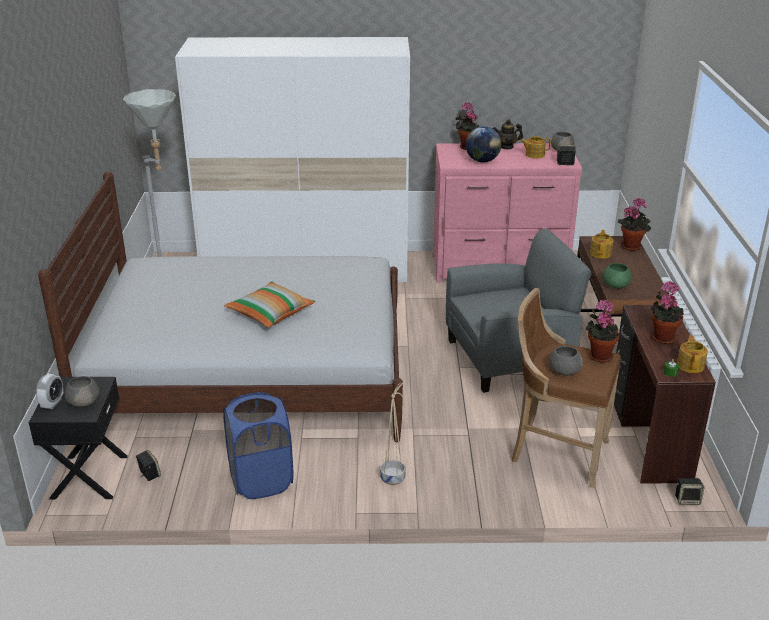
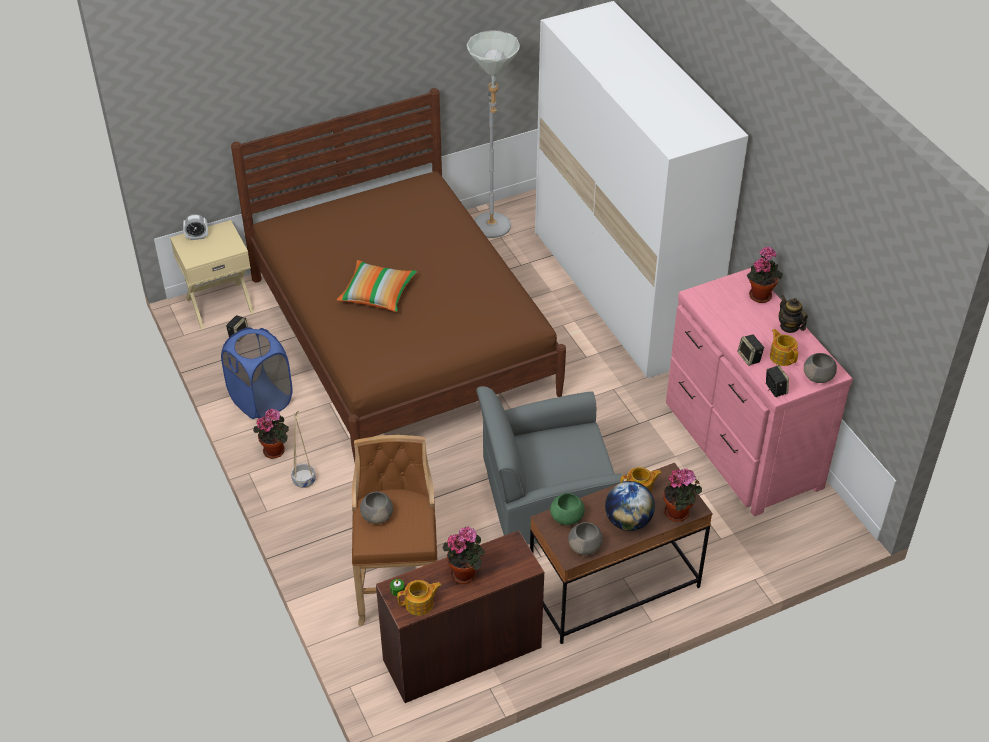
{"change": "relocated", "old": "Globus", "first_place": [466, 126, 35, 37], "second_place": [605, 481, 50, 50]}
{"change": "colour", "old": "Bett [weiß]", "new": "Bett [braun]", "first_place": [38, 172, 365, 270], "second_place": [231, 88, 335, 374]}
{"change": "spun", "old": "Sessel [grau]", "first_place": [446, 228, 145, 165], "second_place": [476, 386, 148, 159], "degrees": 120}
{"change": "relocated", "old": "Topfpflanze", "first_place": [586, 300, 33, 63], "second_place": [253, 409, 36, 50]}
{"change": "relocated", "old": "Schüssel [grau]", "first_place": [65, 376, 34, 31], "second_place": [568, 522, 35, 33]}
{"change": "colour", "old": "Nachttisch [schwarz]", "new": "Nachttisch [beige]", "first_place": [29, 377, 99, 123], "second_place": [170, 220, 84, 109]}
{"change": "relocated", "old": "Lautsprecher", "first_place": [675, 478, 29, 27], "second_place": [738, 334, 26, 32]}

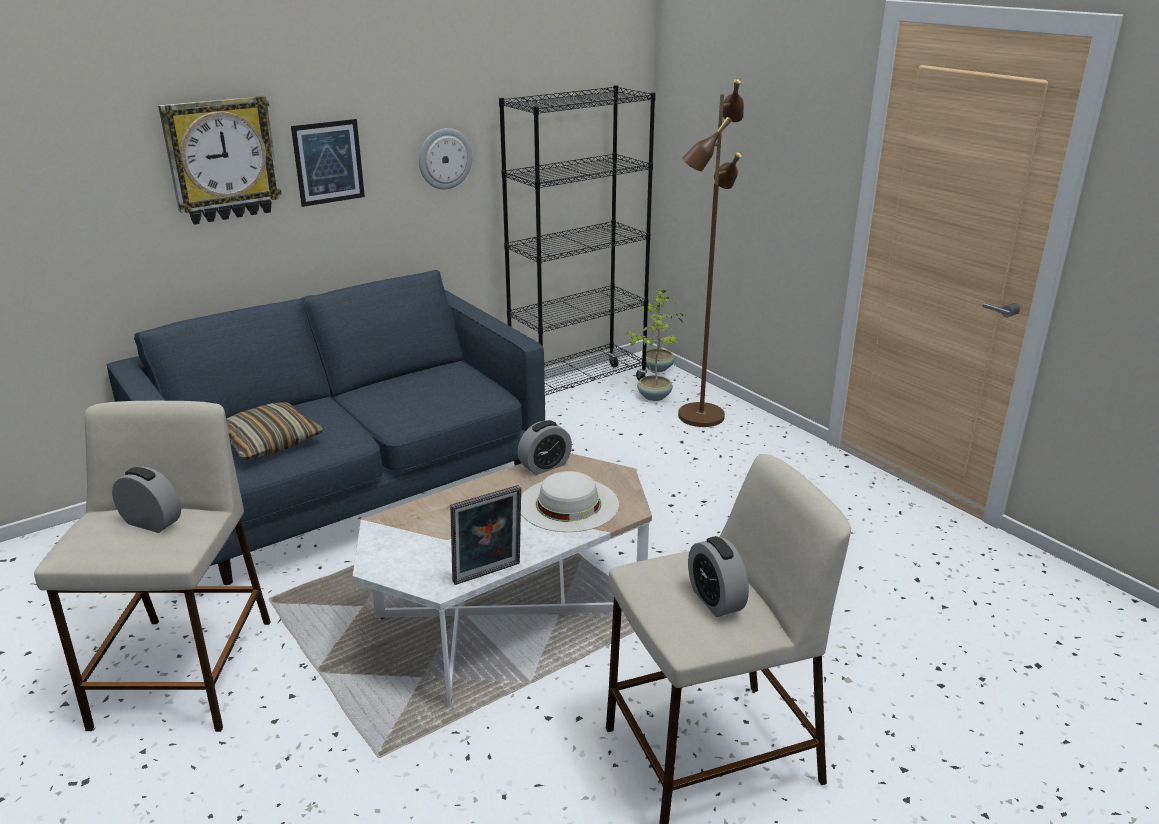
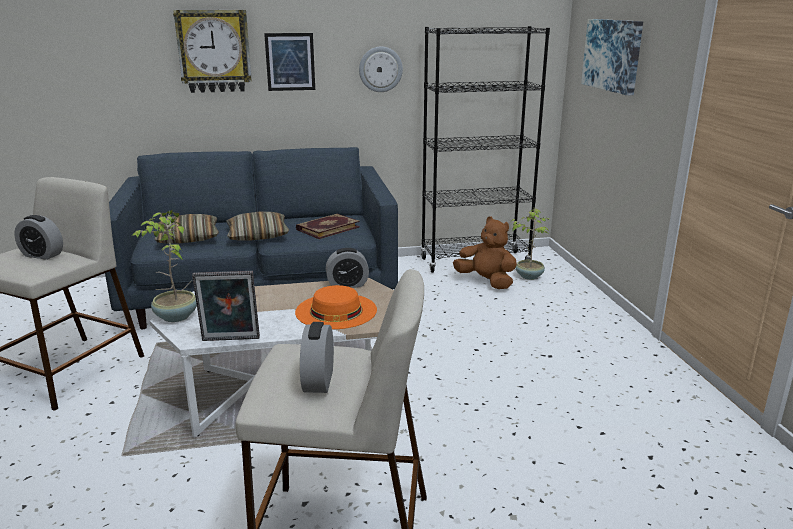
{"change": "missing", "old": "Stehlampe [braun]", "first_place": [678, 78, 66, 349]}
{"change": "relocated", "old": "Topfpflanze", "first_place": [640, 288, 46, 84], "second_place": [131, 210, 66, 112]}
{"change": "spun", "old": "Wecker", "first_place": [112, 466, 69, 67], "second_place": [14, 215, 49, 45], "degrees": 150}
{"change": "colour", "old": "Hut [weiß]", "new": "Hut [orange]", "first_place": [521, 471, 98, 61], "second_place": [295, 285, 82, 44]}
{"change": "appeared", "new": "Bild", "second_place": [581, 19, 62, 77]}
{"change": "appeared", "new": "Kissen", "second_place": [226, 212, 63, 29]}
{"change": "appeared", "new": "Buch", "second_place": [296, 213, 64, 26]}
{"change": "appeared", "new": "Plüschtier [braun]", "second_place": [453, 217, 64, 72]}

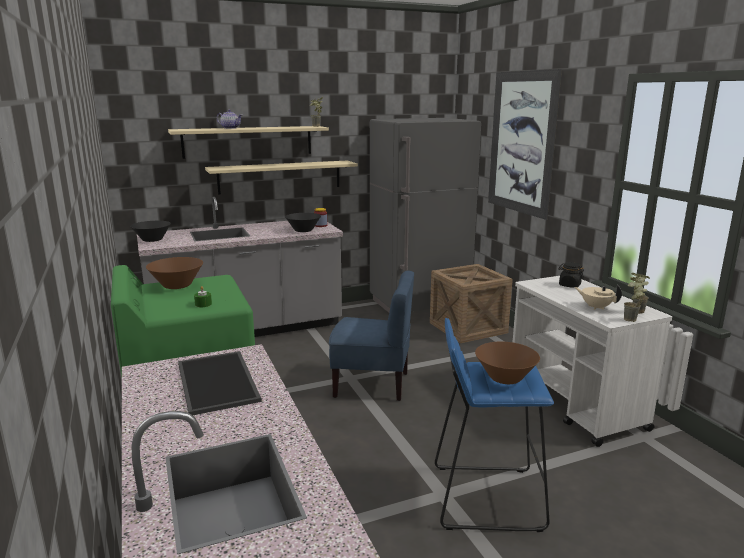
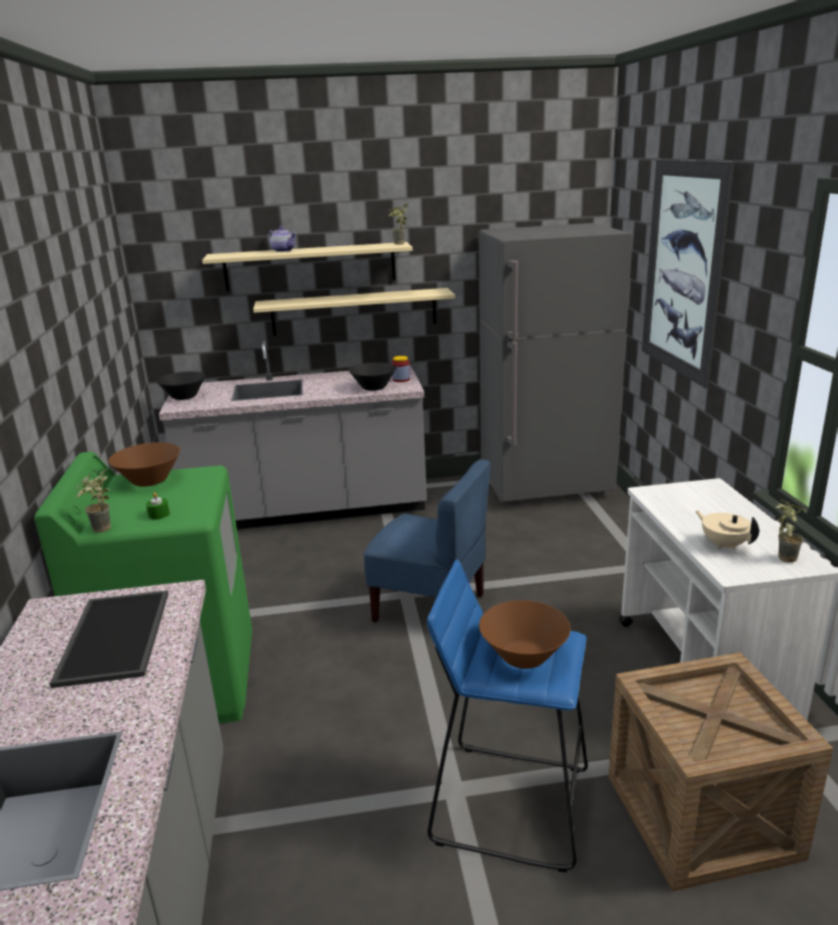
{"change": "missing", "old": "Vorratsglas [schwarz]", "first_place": [558, 262, 26, 26]}
{"change": "relocated", "old": "Kiste", "first_place": [430, 264, 83, 79], "second_place": [608, 652, 225, 240]}
{"change": "relocated", "old": "Topfpflanze", "first_place": [624, 277, 25, 45], "second_place": [75, 468, 36, 65]}

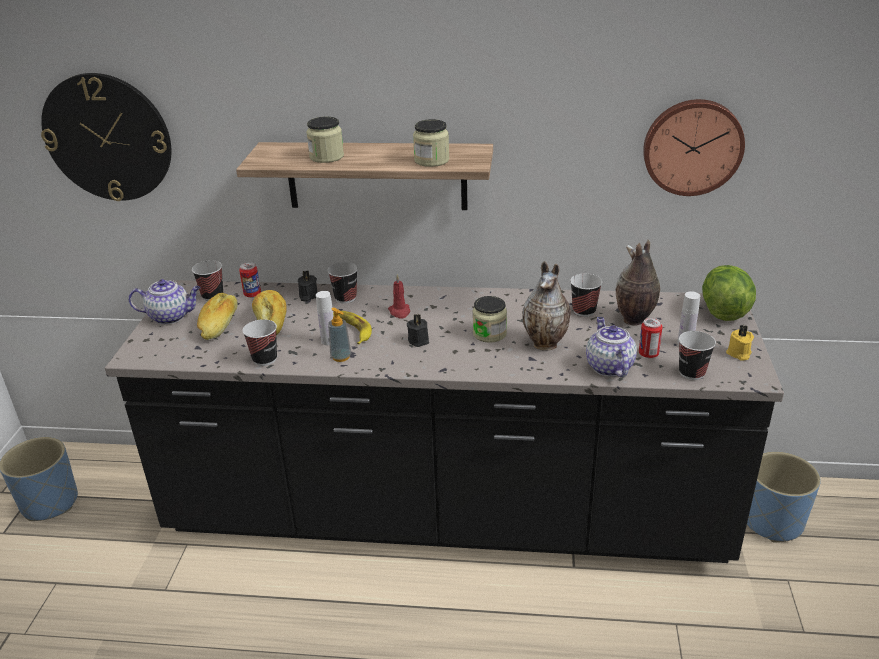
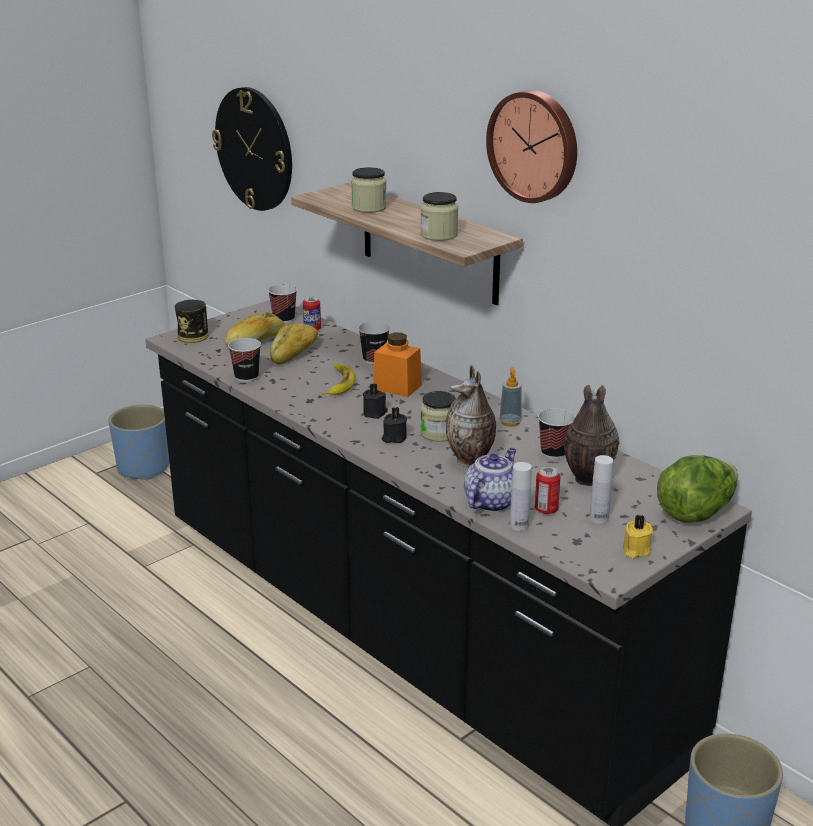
{"change": "relocated", "old": "Wanduhr", "first_place": [643, 99, 102, 97], "second_place": [486, 90, 91, 113]}
{"change": "relocated", "old": "Kerze [schwarz]", "first_place": [298, 270, 20, 31], "second_place": [382, 407, 25, 36]}
{"change": "exchanged", "old": "Kerze [rot]", "new": "Vorratsglas [orange]", "first_place": [388, 274, 22, 45], "second_place": [373, 333, 49, 64]}
{"change": "missing", "old": "Teekanne", "first_place": [128, 279, 73, 45]}
{"change": "relocated", "old": "Flasche [weiß]", "first_place": [316, 291, 18, 54], "second_place": [510, 462, 22, 69]}
{"change": "relocated", "old": "Seifenspender", "first_place": [328, 308, 23, 54], "second_place": [499, 368, 23, 59]}
{"change": "missing", "old": "Tasse", "first_place": [679, 331, 37, 49]}
{"change": "appeared", "new": "Dose", "second_place": [175, 300, 33, 43]}

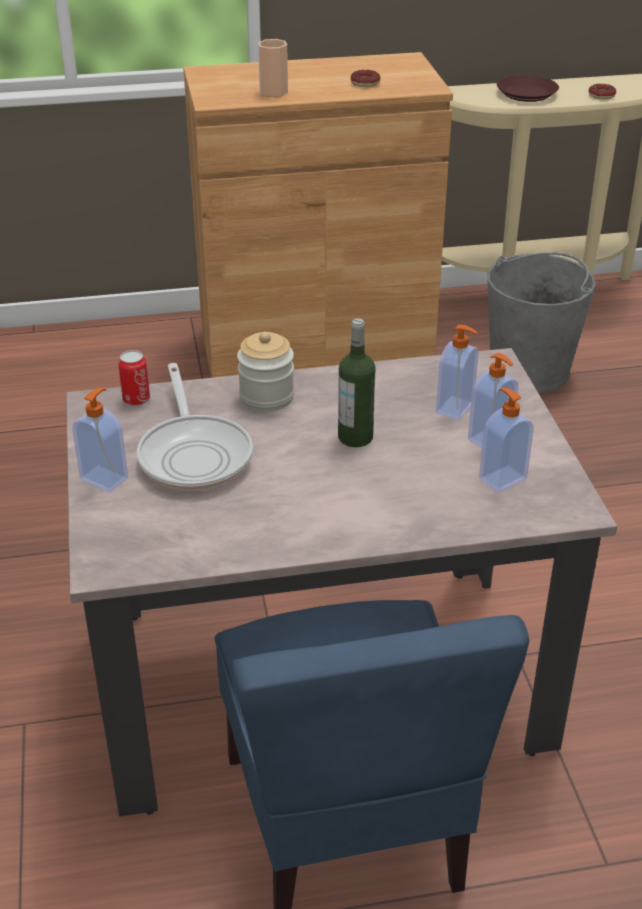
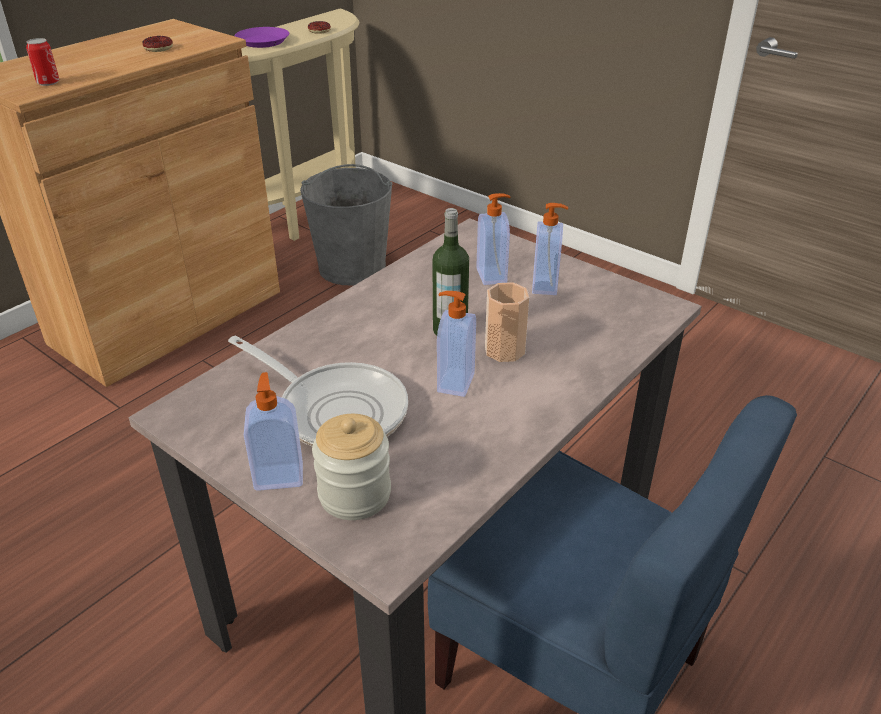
{"change": "relocated", "old": "Tasse", "first_place": [258, 39, 30, 58], "second_place": [485, 282, 44, 80]}
{"change": "colour", "old": "Teller [braun]", "new": "Teller [lila]", "first_place": [497, 75, 62, 27], "second_place": [235, 27, 54, 21]}
{"change": "relocated", "old": "Vorratsglas", "first_place": [237, 332, 57, 79], "second_place": [312, 414, 79, 106]}
{"change": "relocated", "old": "Dose", "first_place": [118, 350, 32, 56], "second_place": [26, 38, 34, 48]}
{"change": "relocated", "old": "Seifenspender", "first_place": [479, 388, 55, 104], "second_place": [437, 291, 39, 106]}

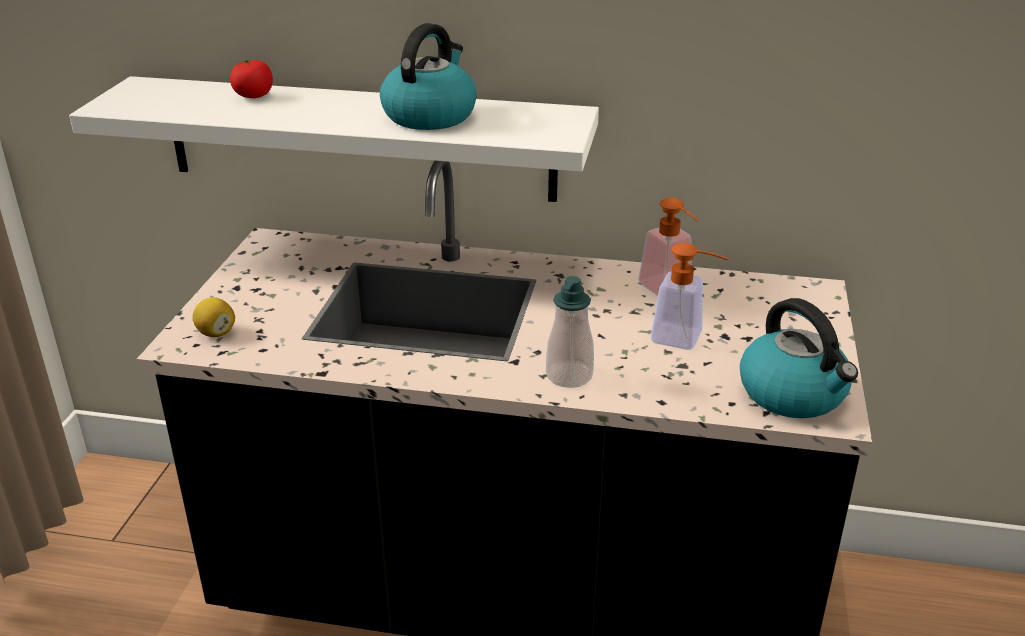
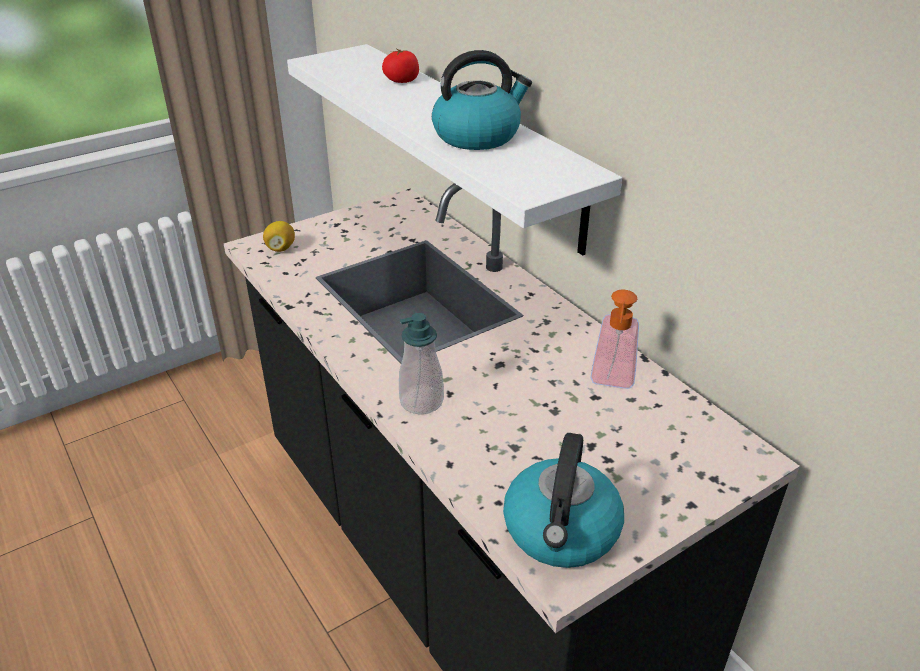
{"change": "missing", "old": "Seifenspender", "first_place": [651, 243, 78, 107]}

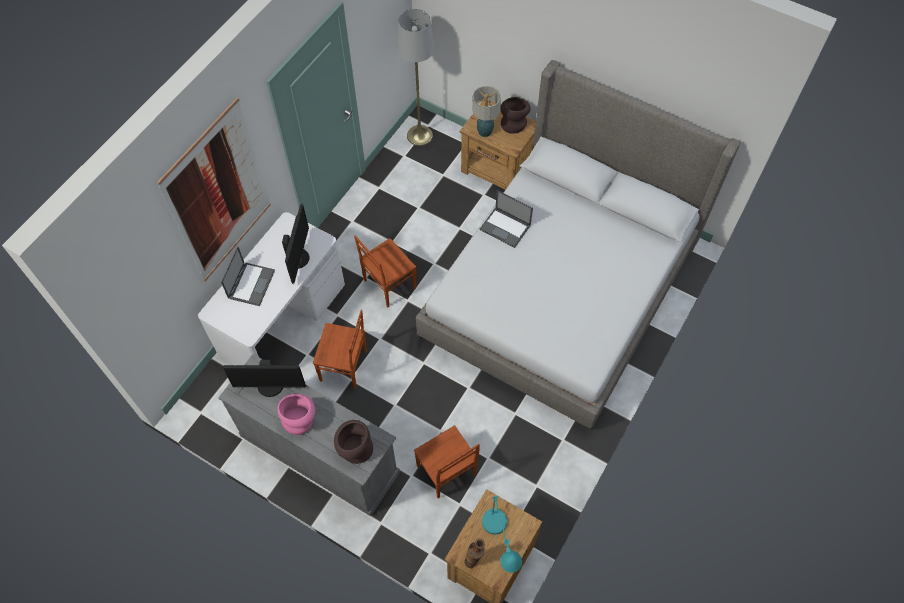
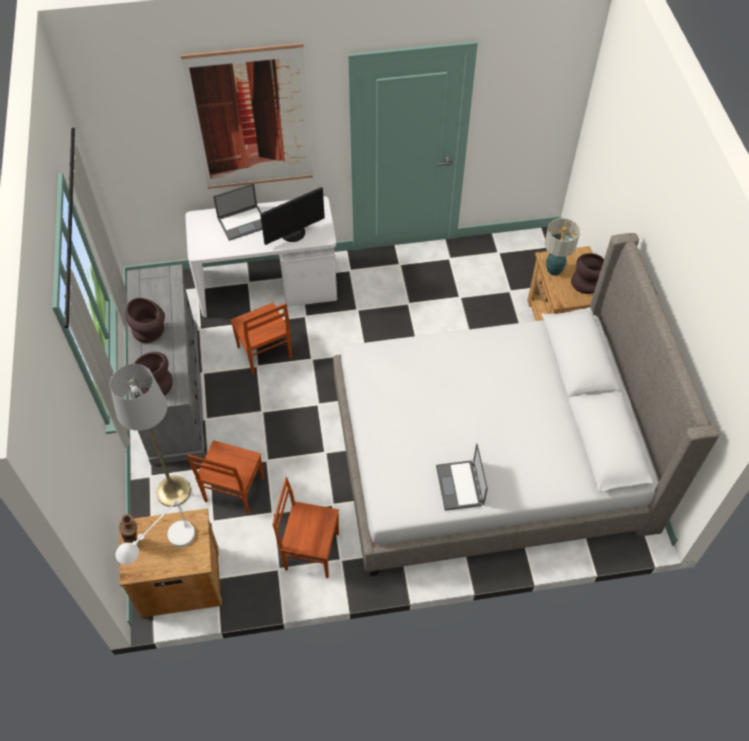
{"change": "relocated", "old": "Stehlampe [grau]", "first_place": [397, 9, 38, 137], "second_place": [110, 364, 81, 143]}
{"change": "relocated", "old": "Laptop", "first_place": [480, 190, 53, 58], "second_place": [436, 443, 52, 68]}
{"change": "relocated", "old": "Stuhl [braun]", "first_place": [354, 235, 62, 72], "second_place": [272, 477, 67, 101]}
{"change": "missing", "old": "Monitor", "first_place": [223, 360, 83, 37]}
{"change": "colour", "old": "Vase [rosa]", "new": "Vase [braun]", "first_place": [277, 394, 38, 41], "second_place": [125, 298, 40, 45]}
{"change": "colour", "old": "Tischlampe [türkis]", "new": "Tischlampe [weiß]", "first_place": [482, 496, 40, 77], "second_place": [116, 499, 79, 65]}

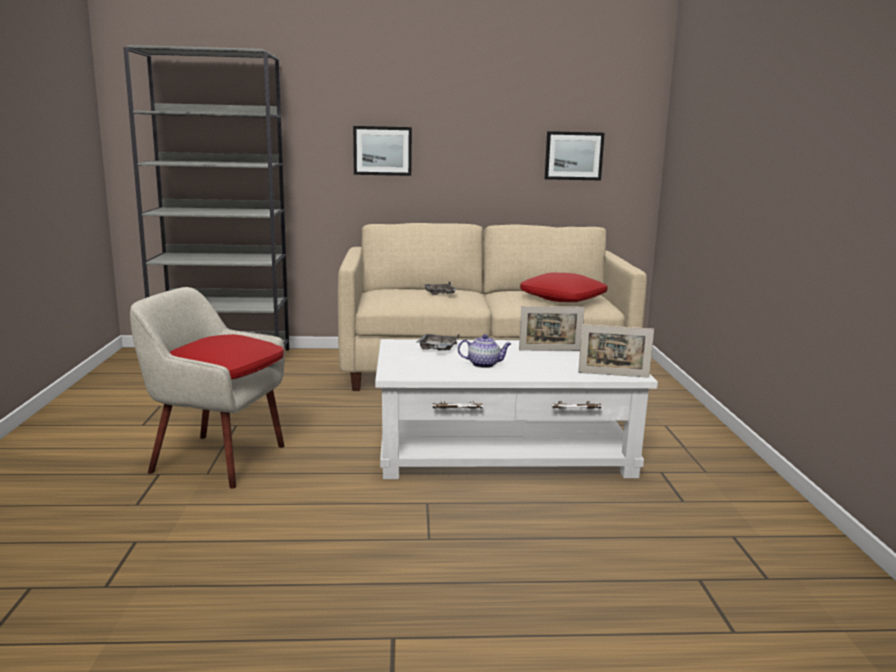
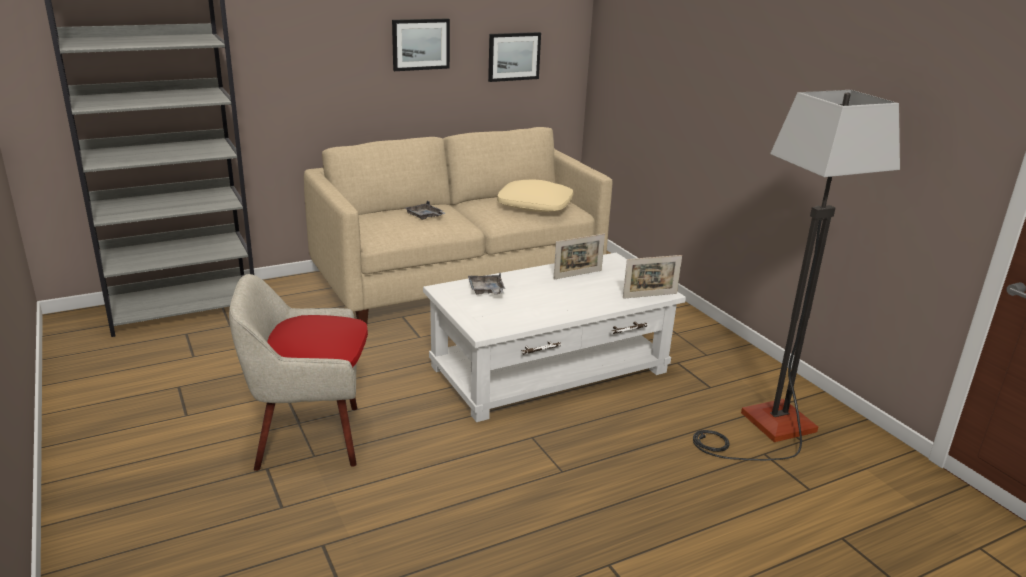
{"change": "relocated", "old": "Bild", "first_place": [353, 126, 59, 50], "second_place": [392, 18, 58, 53]}
{"change": "colour", "old": "Kissen [rot]", "new": "Kissen [beige]", "first_place": [520, 272, 88, 30], "second_place": [497, 179, 76, 33]}
{"change": "missing", "old": "Teekanne", "first_place": [458, 334, 53, 34]}
{"change": "appeared", "new": "Stehlampe", "second_place": [693, 90, 207, 371]}

